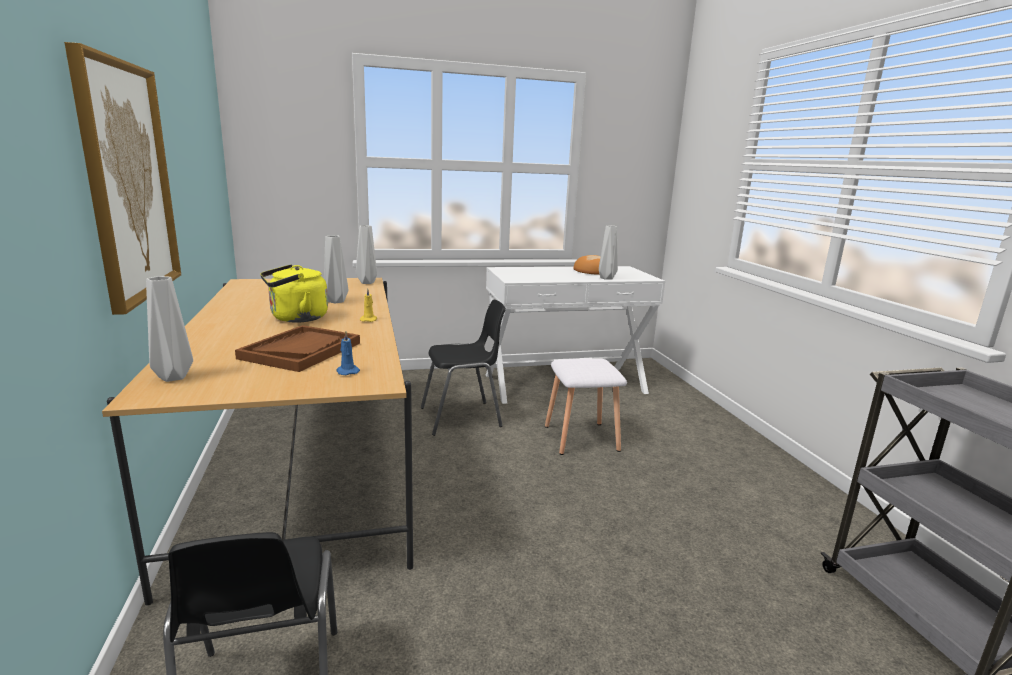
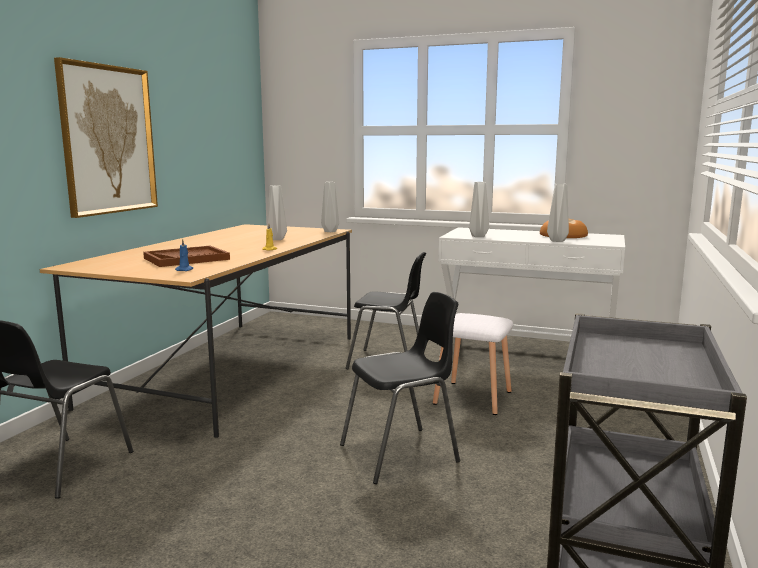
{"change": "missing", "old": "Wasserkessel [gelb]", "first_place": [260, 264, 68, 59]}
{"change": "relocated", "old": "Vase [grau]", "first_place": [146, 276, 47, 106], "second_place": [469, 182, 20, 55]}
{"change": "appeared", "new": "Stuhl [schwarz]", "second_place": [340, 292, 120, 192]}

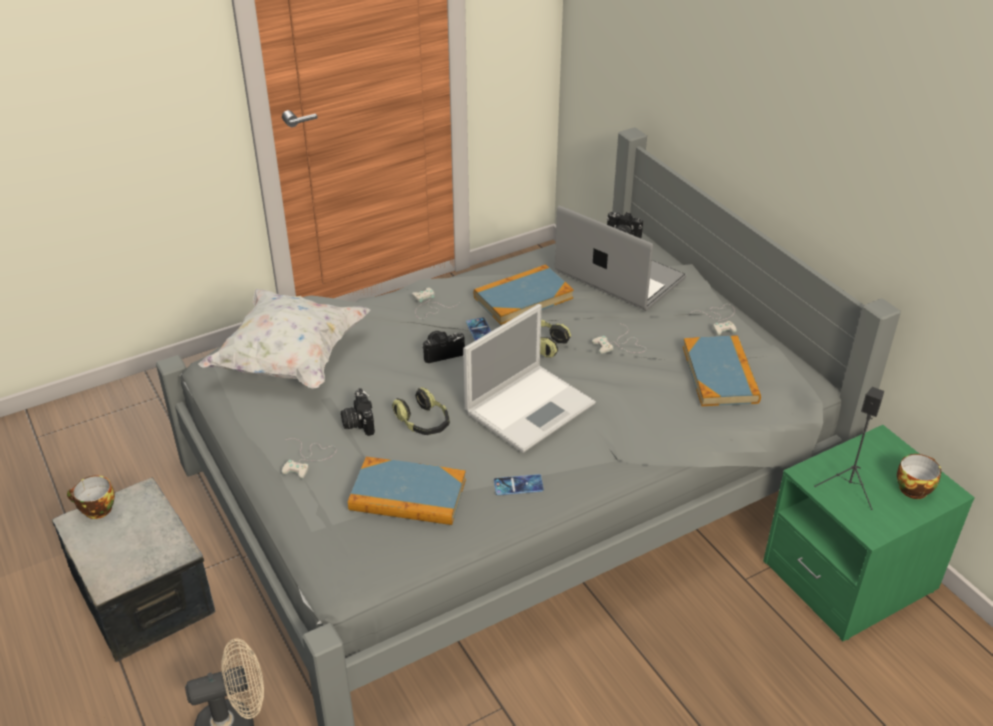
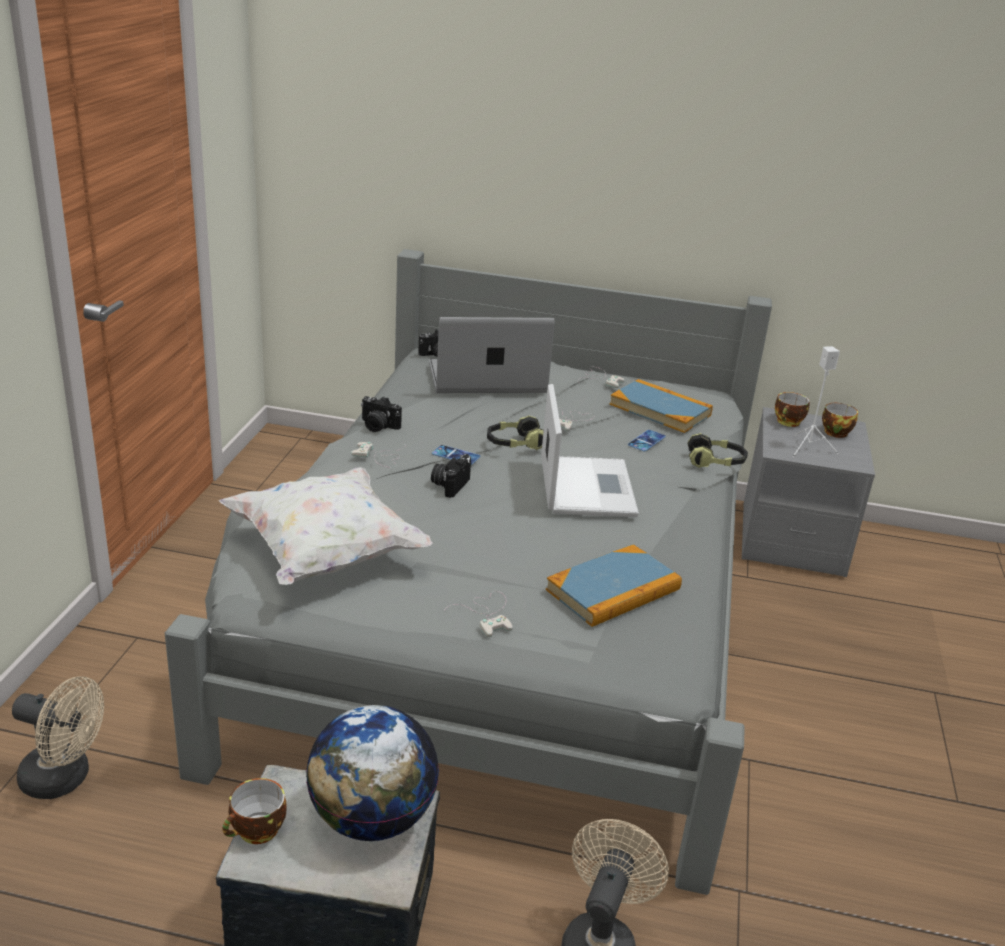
{"change": "missing", "old": "Buch", "first_place": [474, 264, 100, 61]}
{"change": "relocated", "old": "Kopfhörer", "first_place": [392, 387, 58, 48], "second_place": [687, 433, 61, 35]}
{"change": "colour", "old": "Lautsprecher [schwarz]", "new": "Lautsprecher [weiß]", "first_place": [814, 387, 70, 123], "second_place": [793, 346, 47, 111]}
{"change": "relocated", "old": "Kamera", "first_place": [341, 388, 34, 48], "second_place": [361, 396, 41, 36]}
{"change": "colour", "old": "Nachttisch [grün]", "new": "Nachttisch [grau]", "first_place": [763, 425, 212, 216], "second_place": [742, 407, 133, 170]}
{"change": "relocated", "old": "Handy", "first_place": [494, 474, 50, 21], "second_place": [628, 430, 38, 22]}
{"change": "appeared", "new": "Tasse", "second_place": [775, 392, 35, 35]}
{"change": "appeared", "new": "Ventilator [beige]", "second_place": [12, 676, 92, 123]}
{"change": "appeared", "new": "Globus", "second_place": [306, 705, 133, 136]}

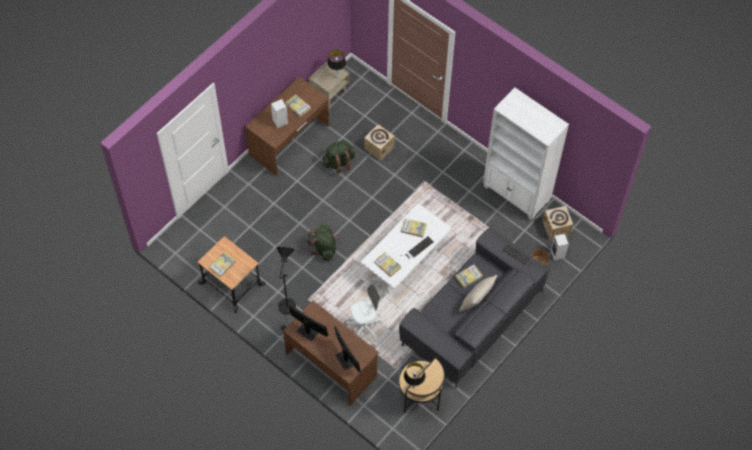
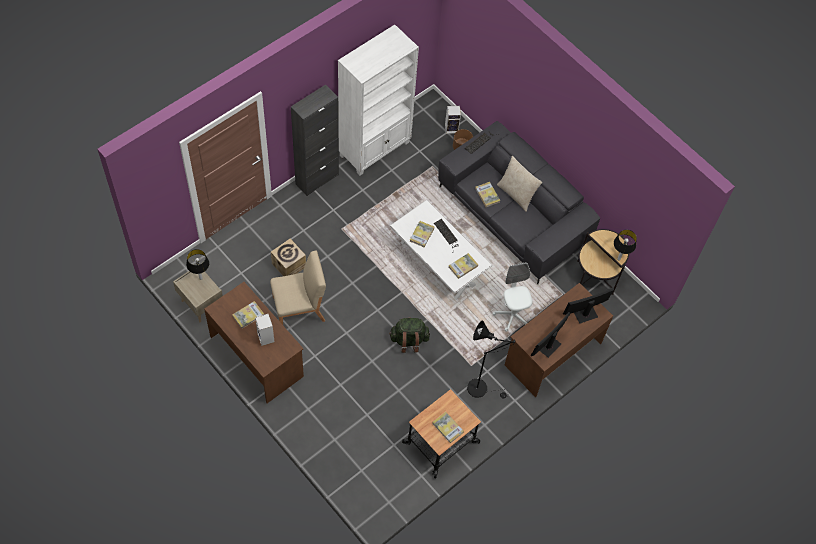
{"change": "exchanged", "old": "Rucksack [grün]", "new": "Stuhl [beige]", "first_place": [322, 140, 33, 34], "second_place": [270, 250, 56, 75]}
{"change": "missing", "old": "Karton", "first_place": [542, 206, 31, 34]}
{"change": "appeared", "new": "Schrank [schwarz]", "second_place": [291, 84, 48, 112]}

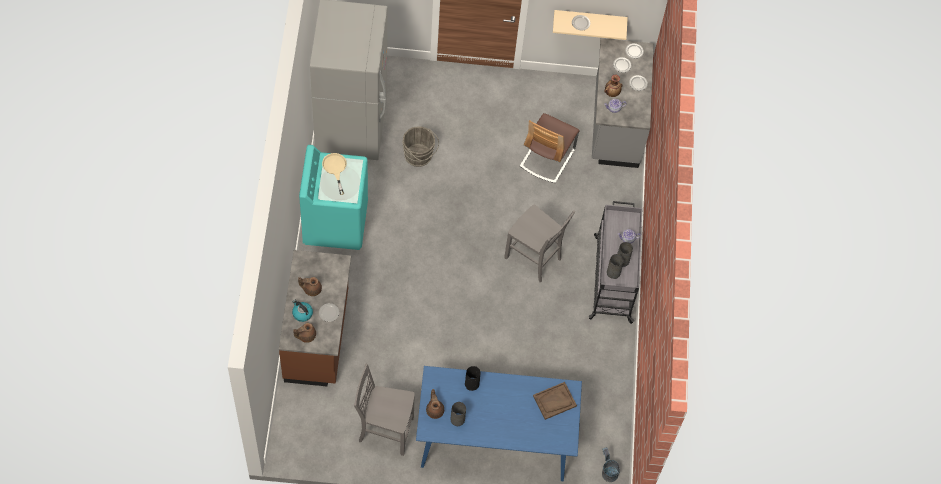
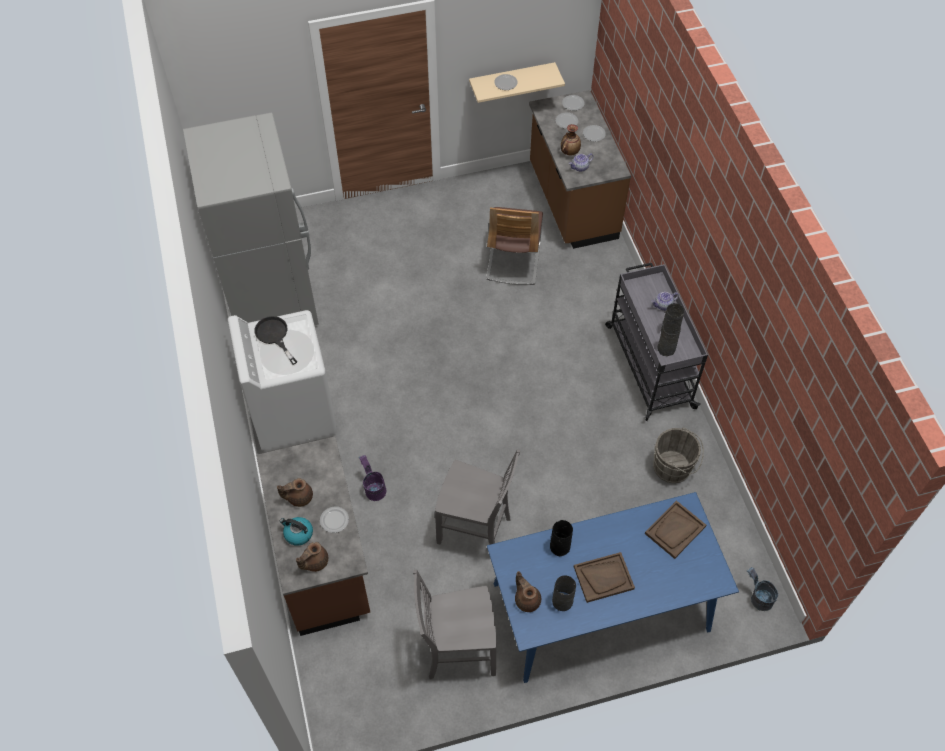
{"change": "colour", "old": "Küchenzeile [grau]", "new": "Küchenzeile [braun]", "first_place": [592, 38, 62, 130], "second_place": [529, 90, 102, 159]}
{"change": "relocated", "old": "Eimer [grau]", "first_place": [402, 126, 37, 41], "second_place": [653, 427, 51, 56]}
{"change": "colour", "old": "Waschmaschine [türkis]", "new": "Waschmaschine [weiß]", "first_place": [299, 145, 69, 105], "second_place": [228, 310, 109, 142]}
{"change": "colour", "old": "Pfanne [beige]", "new": "Pfanne [schwarz]", "first_place": [322, 153, 25, 42], "second_place": [254, 316, 43, 49]}
{"change": "relocated", "old": "Stuhl [grau]", "first_place": [504, 205, 72, 78], "second_place": [435, 449, 85, 96]}
{"change": "appeared", "new": "Eimer [lila]", "second_place": [359, 455, 27, 46]}
{"change": "appeared", "new": "Tablett [braun]", "second_place": [574, 552, 61, 51]}

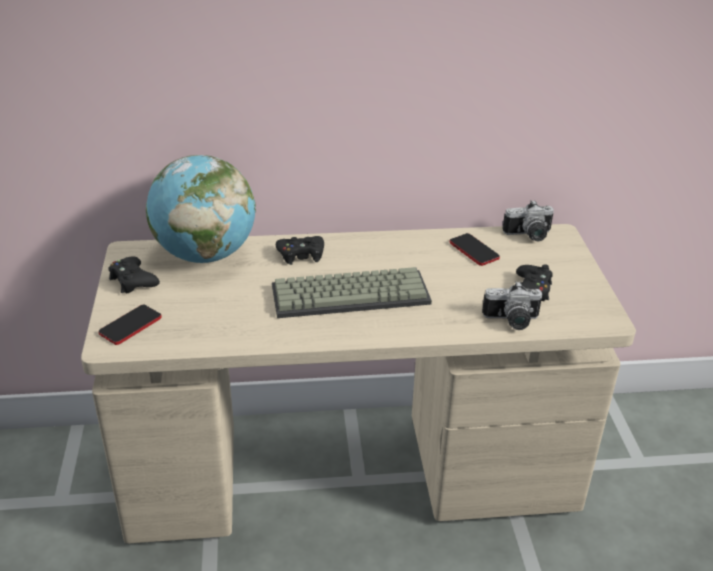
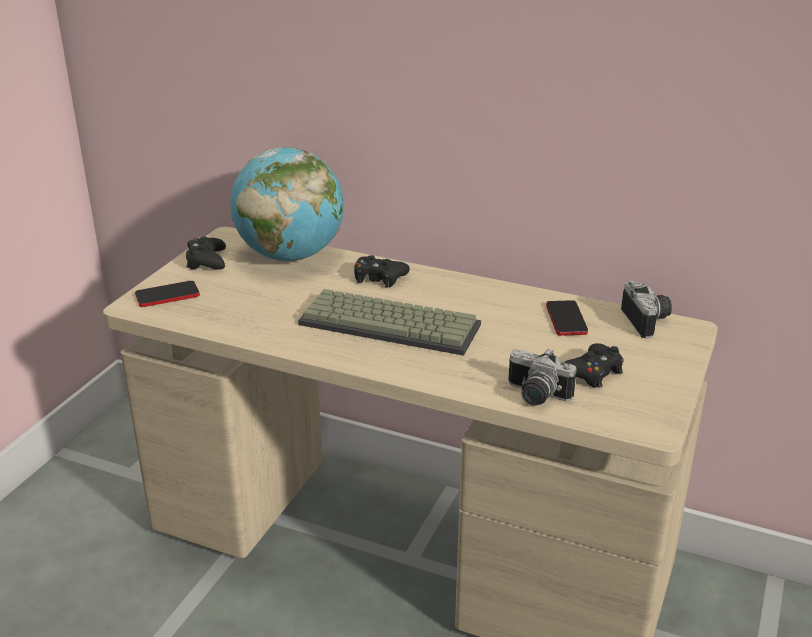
{"change": "spun", "old": "Kamera", "first_place": [503, 200, 51, 41], "second_place": [621, 281, 51, 57], "degrees": -120}

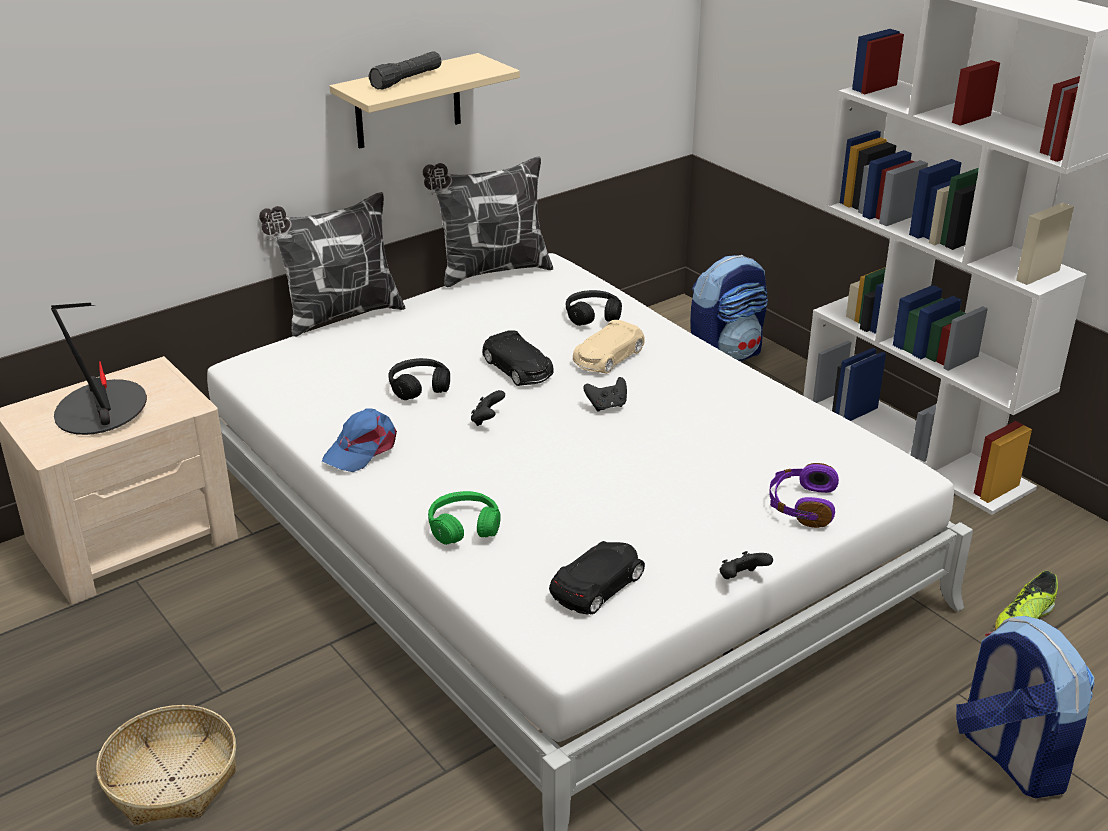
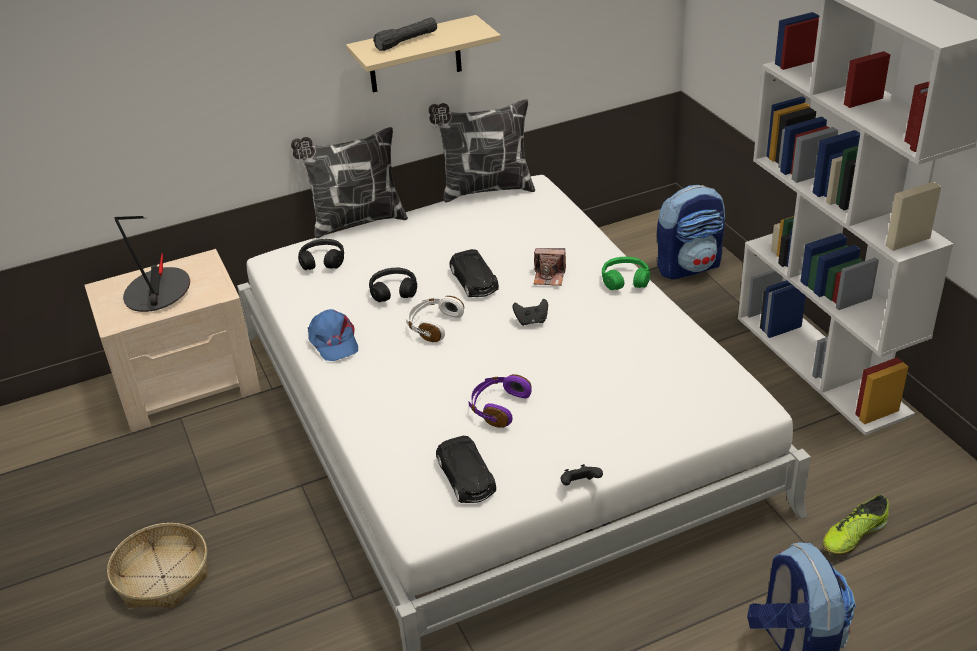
{"change": "relocated", "old": "Kopfhörer [schwarz]", "first_place": [566, 290, 56, 36], "second_place": [298, 239, 46, 31]}
{"change": "exchanged", "old": "Spielzeugauto [beige]", "new": "Kamera", "first_place": [573, 320, 72, 54], "second_place": [533, 248, 33, 38]}
{"change": "exchanged", "old": "Gamepad [schwarz]", "new": "Kopfhörer [weiß]", "first_place": [471, 390, 34, 36], "second_place": [406, 296, 58, 46]}
{"change": "spun", "old": "Kappe [blau]", "first_place": [322, 409, 75, 63], "second_place": [308, 309, 50, 52], "degrees": -75}
{"change": "relocated", "old": "Kopfhörer [lila]", "first_place": [769, 463, 70, 65], "second_place": [468, 374, 64, 54]}
{"change": "relocated", "old": "Kopfhörer [grün]", "first_place": [428, 491, 73, 54], "second_place": [602, 257, 48, 33]}
{"change": "spun", "old": "Spielzeugauto [schwarz]", "first_place": [549, 541, 96, 74], "second_place": [436, 436, 60, 67], "degrees": 105}

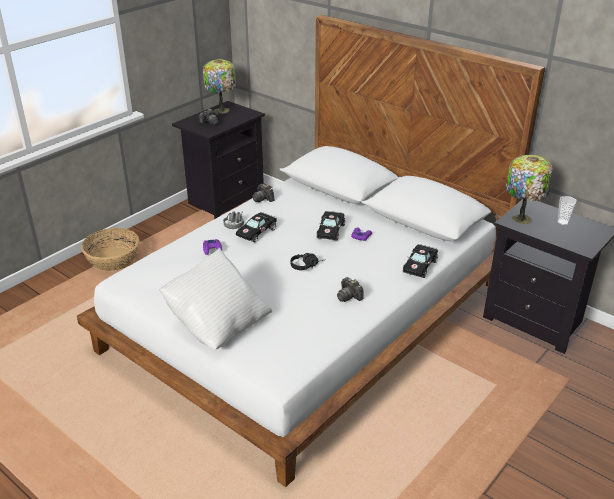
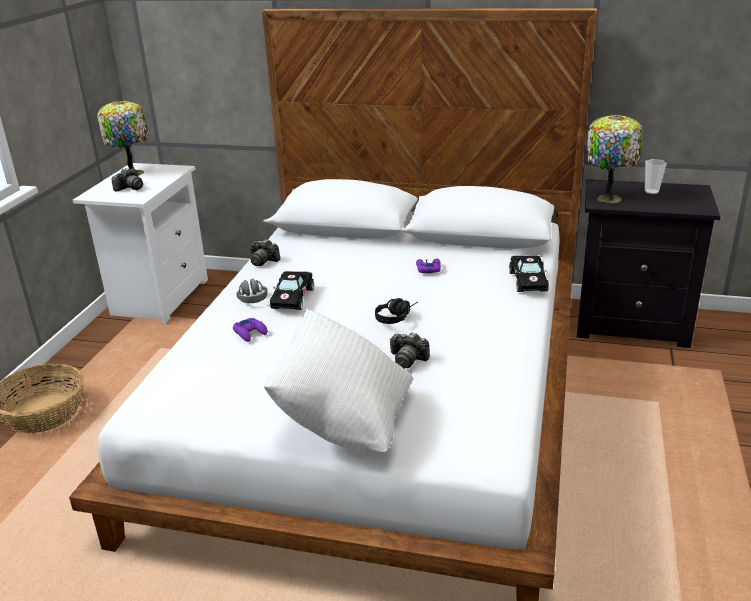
{"change": "colour", "old": "Nachttisch [schwarz]", "new": "Nachttisch [weiß]", "first_place": [172, 101, 93, 118], "second_place": [73, 163, 135, 161]}
{"change": "missing", "old": "Spielzeugauto [schwarz]", "first_place": [317, 211, 28, 30]}
{"change": "relocated", "old": "Kamera", "first_place": [337, 277, 27, 25], "second_place": [390, 332, 40, 37]}

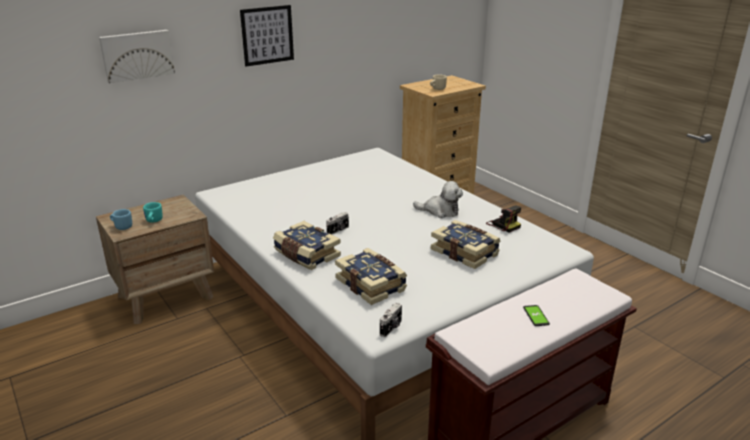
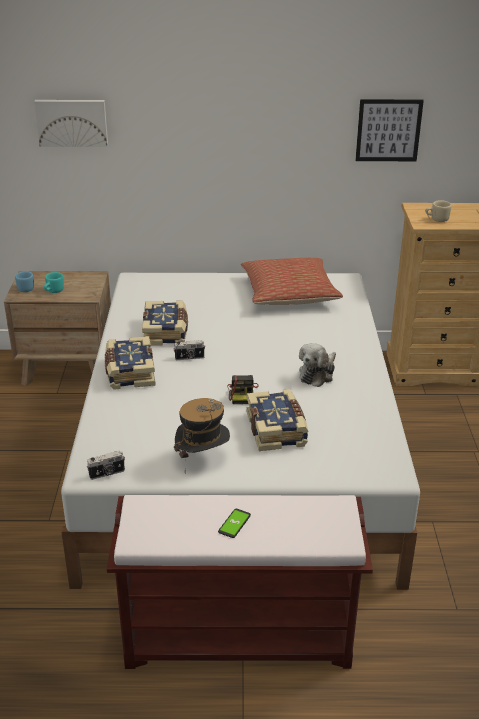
{"change": "relocated", "old": "Bild", "first_place": [240, 5, 54, 62], "second_place": [355, 99, 69, 62]}
{"change": "spun", "old": "Plüschtier", "first_place": [413, 181, 50, 37], "second_place": [299, 343, 37, 44], "degrees": 75}
{"change": "relocated", "old": "Kamera", "first_place": [486, 205, 35, 28], "second_place": [227, 375, 32, 29]}
{"change": "relocated", "old": "Buch", "first_place": [335, 248, 72, 57], "second_place": [142, 300, 46, 46]}
{"change": "appeared", "new": "Kissen", "second_place": [241, 258, 102, 47]}
{"change": "appeared", "new": "Hut", "second_place": [174, 398, 56, 74]}

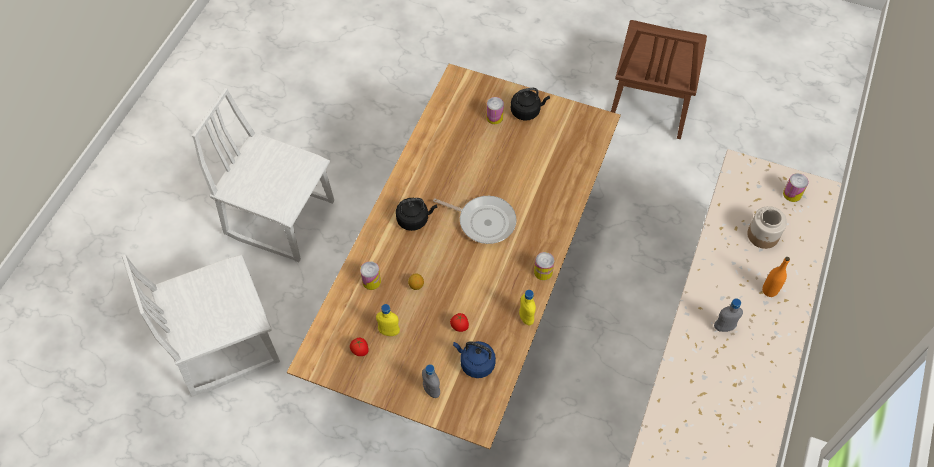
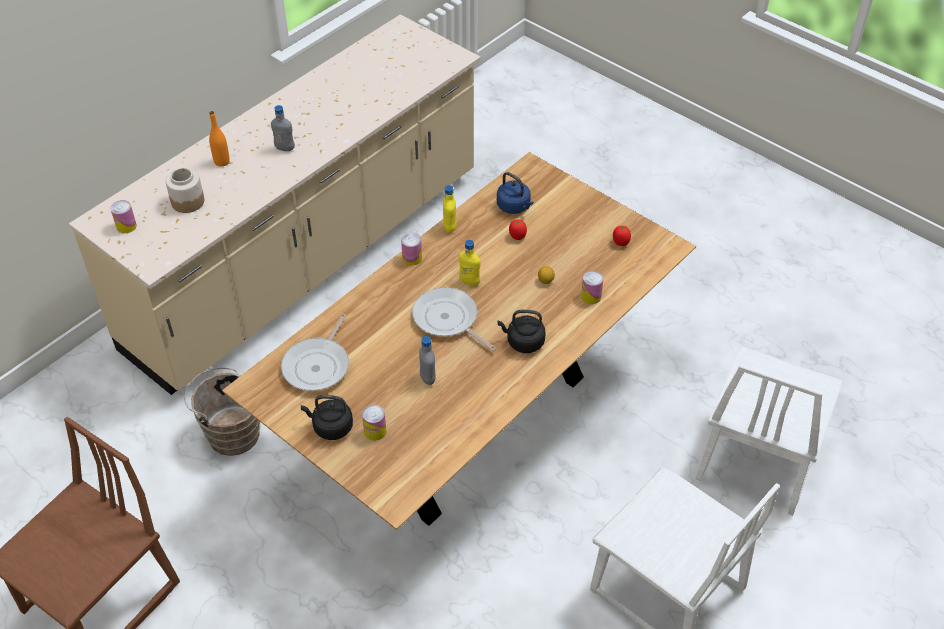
{"change": "spun", "old": "Stuhl [weiß]", "first_place": [122, 255, 158, 142], "second_place": [695, 346, 148, 170], "degrees": 120}
{"change": "relocated", "old": "Flasche [gelb]", "first_place": [376, 304, 24, 32], "second_place": [459, 239, 21, 47]}
{"change": "relocated", "old": "Flasche [grau]", "first_place": [422, 364, 18, 34], "second_place": [419, 336, 17, 49]}
{"change": "appeared", "new": "Pfanne", "second_place": [281, 314, 68, 77]}
{"change": "appeared", "new": "Eimer [braun]", "second_place": [184, 368, 76, 88]}

